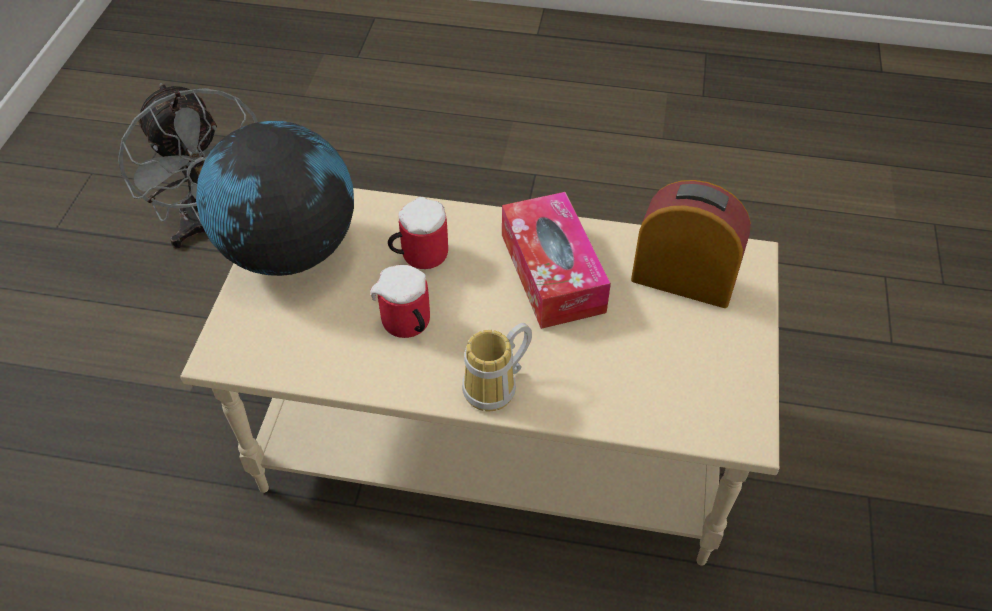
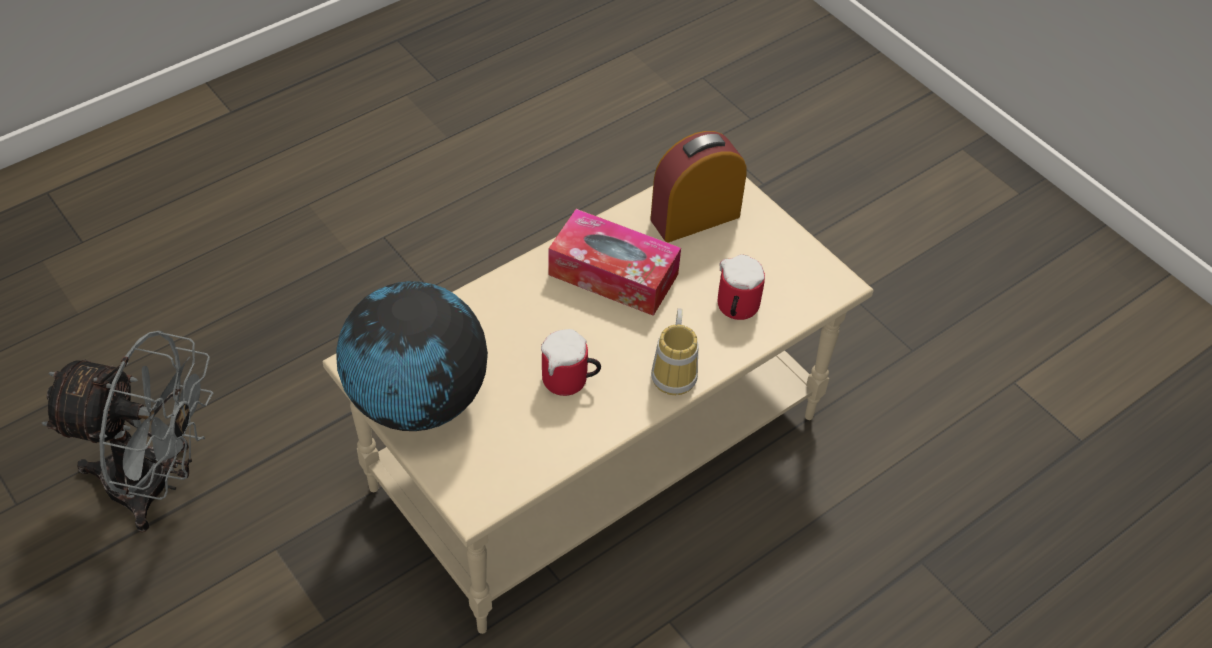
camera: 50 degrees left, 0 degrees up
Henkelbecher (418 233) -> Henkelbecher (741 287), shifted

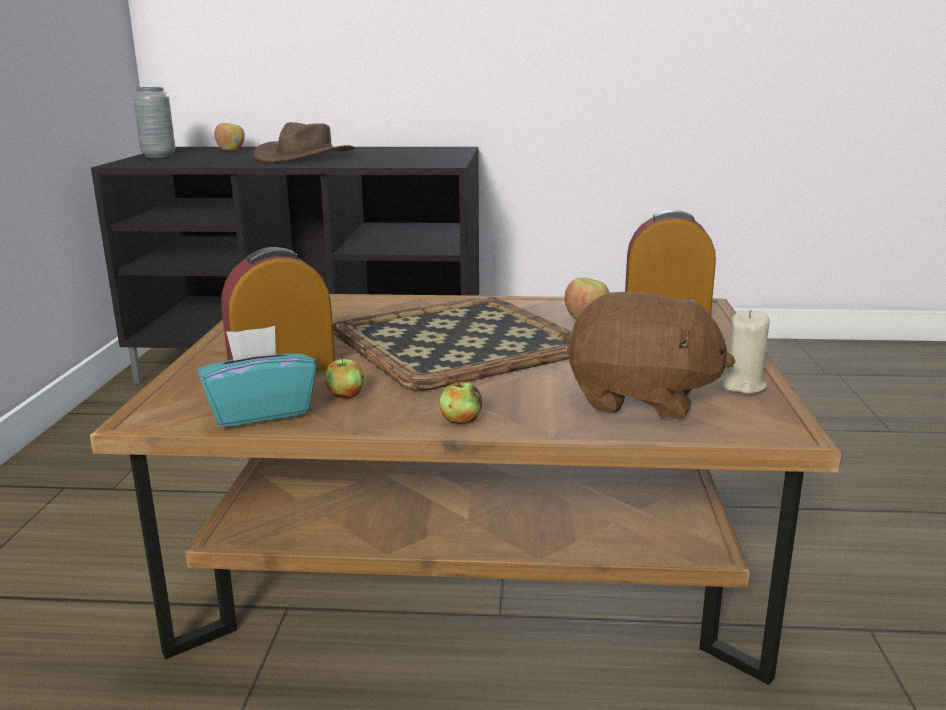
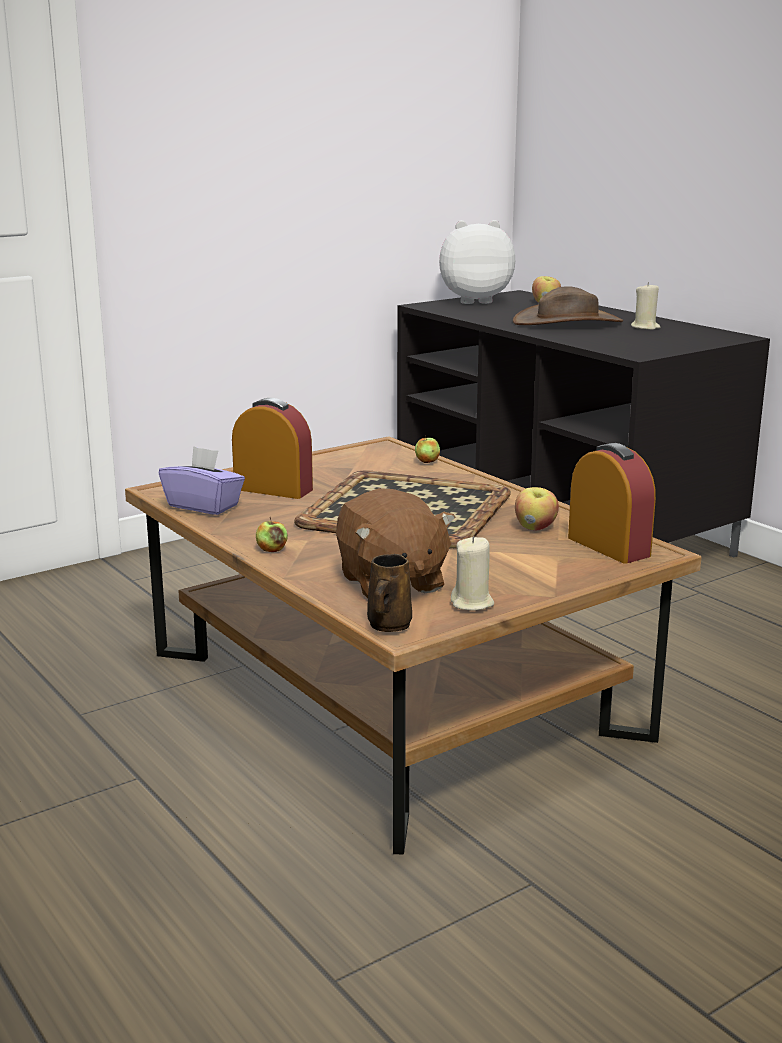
camera: 50 degrees right, 0 degrees up
none -> Henkelbecher (braun) (389 593)
none -> Kerze (beige) (645 306)
Apfel (344 378) -> Apfel (427 449), shifted
Vase (grau) (154 122) -> Plüschtier (477 262)
Taschentuchbox (türkis) (257 376) -> Taschentuchbox (lila) (202 480)

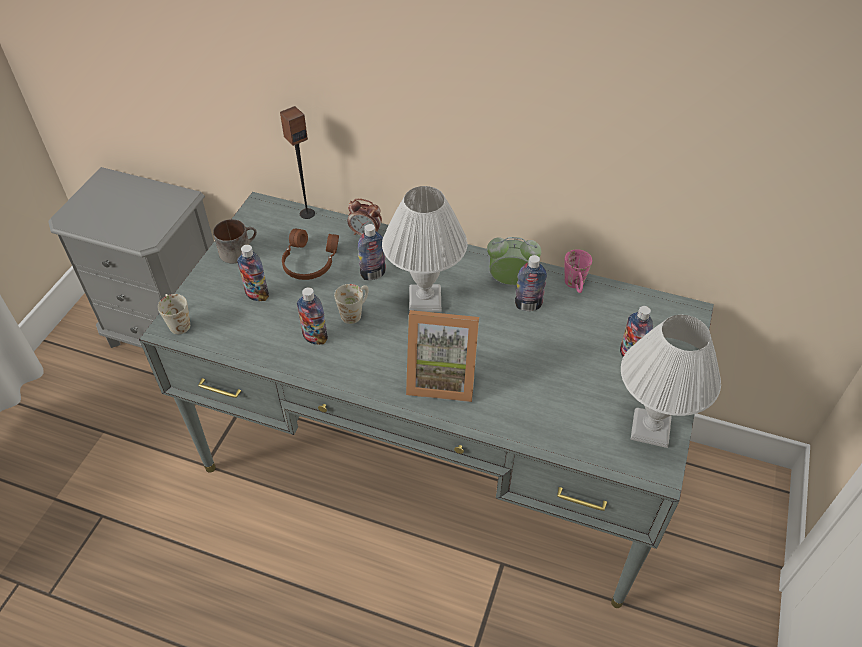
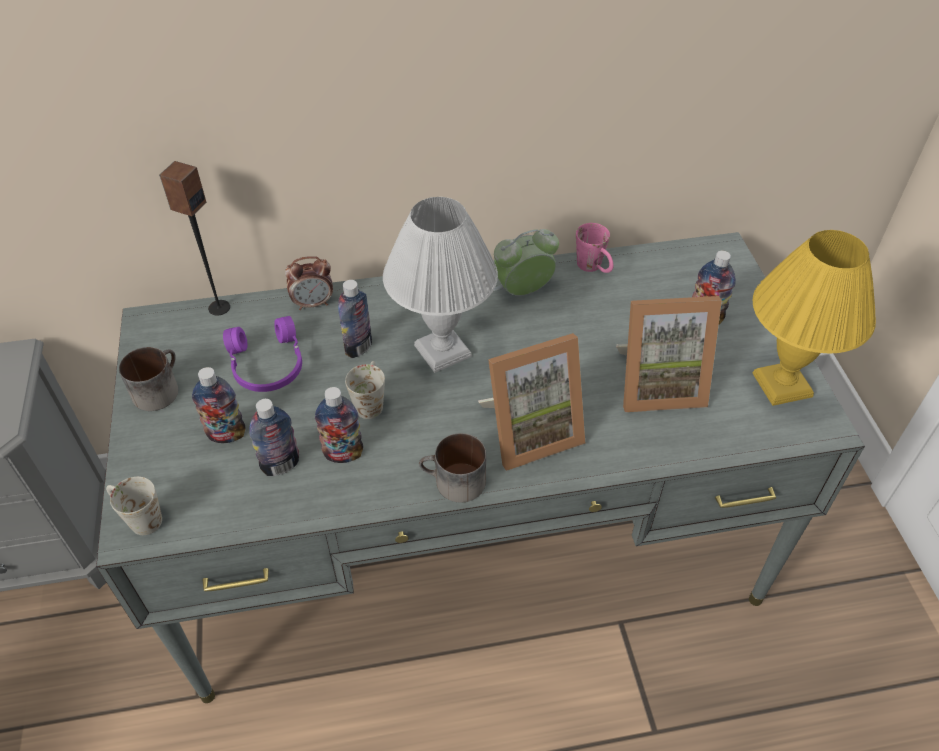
camera: 30 degrees left, 0 degrees up
none -> Henkelbecher (452 468)
none -> Bilderrahmen (669 354)
Flasche (531 283) -> Flasche (274 437), shifted
Kopfhörer (braun) (310 254) -> Kopfhörer (lila) (262 354)
Tischlampe (weiß) (671 381) -> Tischlampe (gelb) (814 318)

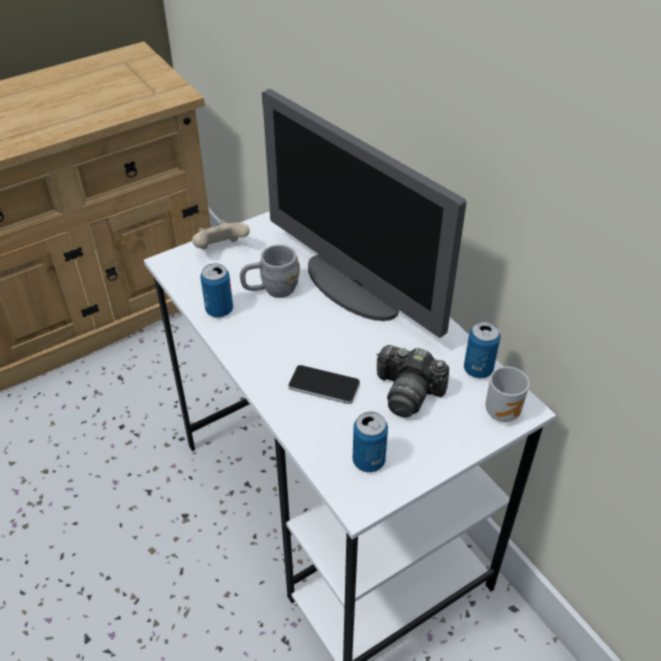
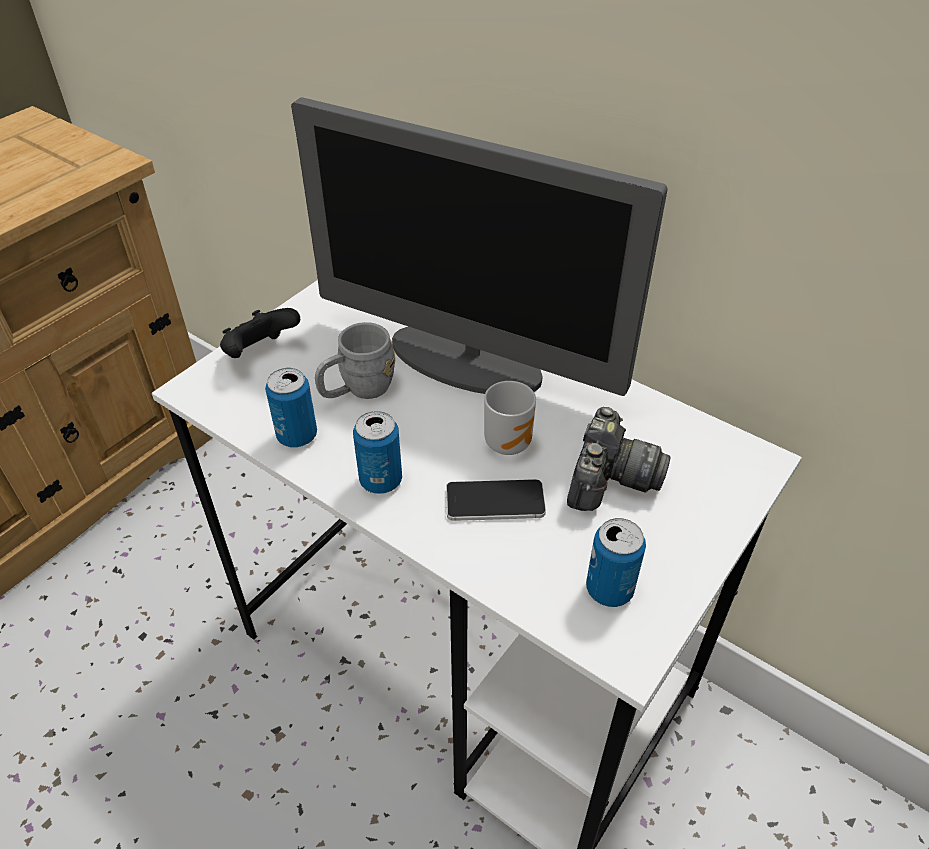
camera: 20 degrees left, 0 degrees up
Dose (482 350) -> Dose (377 452), shifted
Henkelbecher (507 394) -> Henkelbecher (510 418), shifted
Gamepad (beige) (221 234) -> Gamepad (schwarz) (260 333)
Kamera (412 381) -> Kamera (618 459), 75 degrees counterclockwise

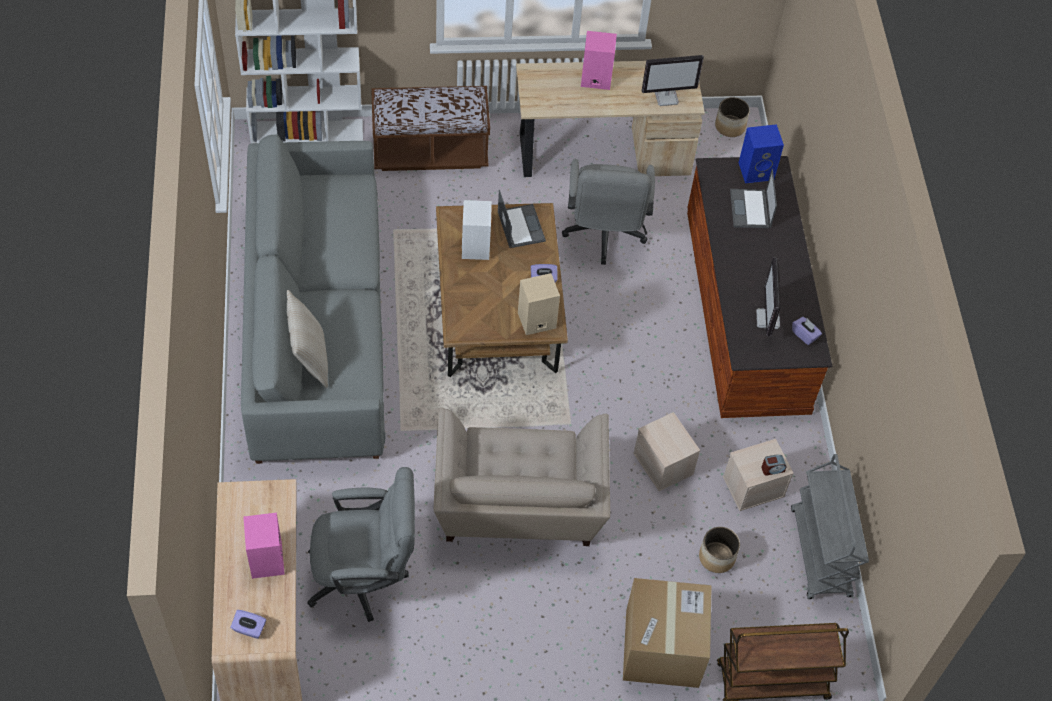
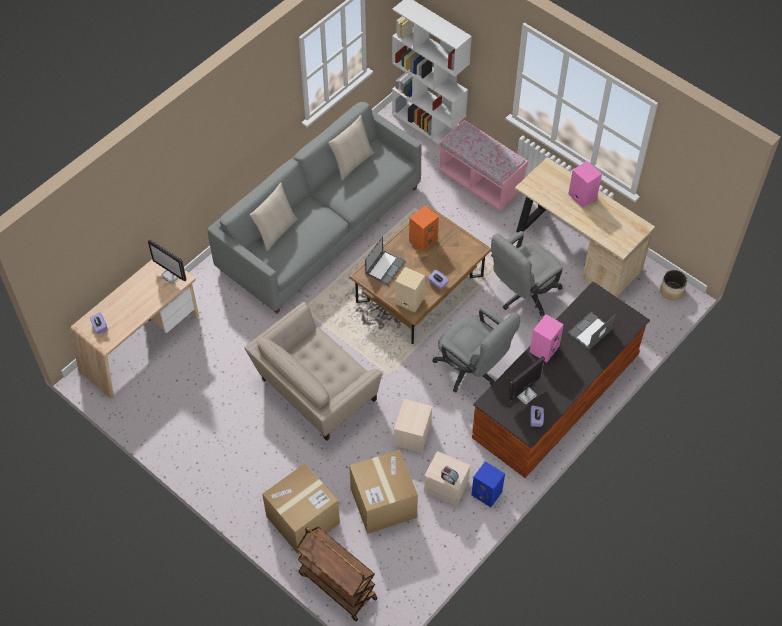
camera: 50 degrees right, 0 degrees up
Rollwagen (grau) (830 526) -> none
none -> Kissen (beige) (351 147)
Lautsprecher (rosa) (264 546) -> Lautsprecher (rosa) (547 338), shifted
Bürostuhl (grau) (361 544) -> Bürostuhl (grau) (476 349), shifted
Laptop (522 219) -> Laptop (385 260), shifted
Monitor (673 80) -> Monitor (167 261), shifted
Lautsprecher (blau) (761 153) -> Lautsprecher (blau) (488 484), shifted
Pflanzkübel (719 550) -> Karton (383 491)
Bank (braun) (430 128) -> Bank (rosa) (483 165)
Lautsprecher (weiß) (477 230) -> Lautsprecher (orange) (424 229)

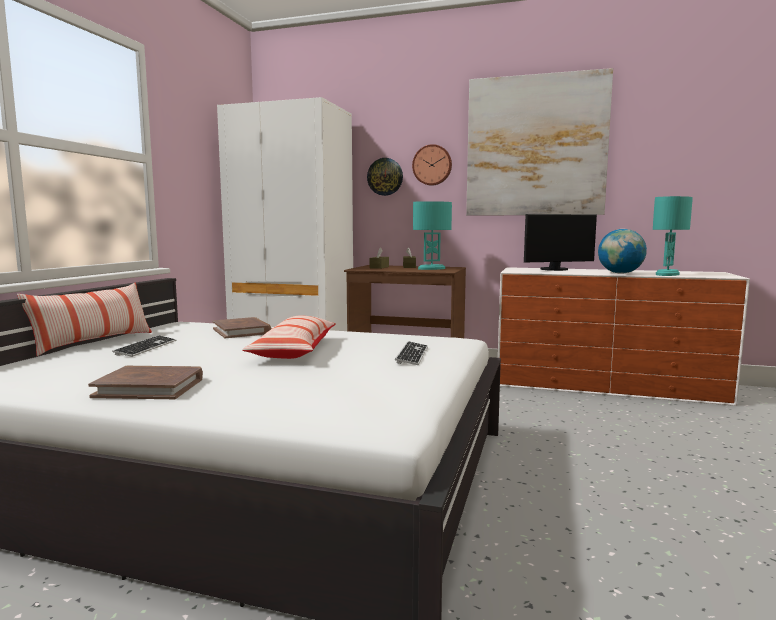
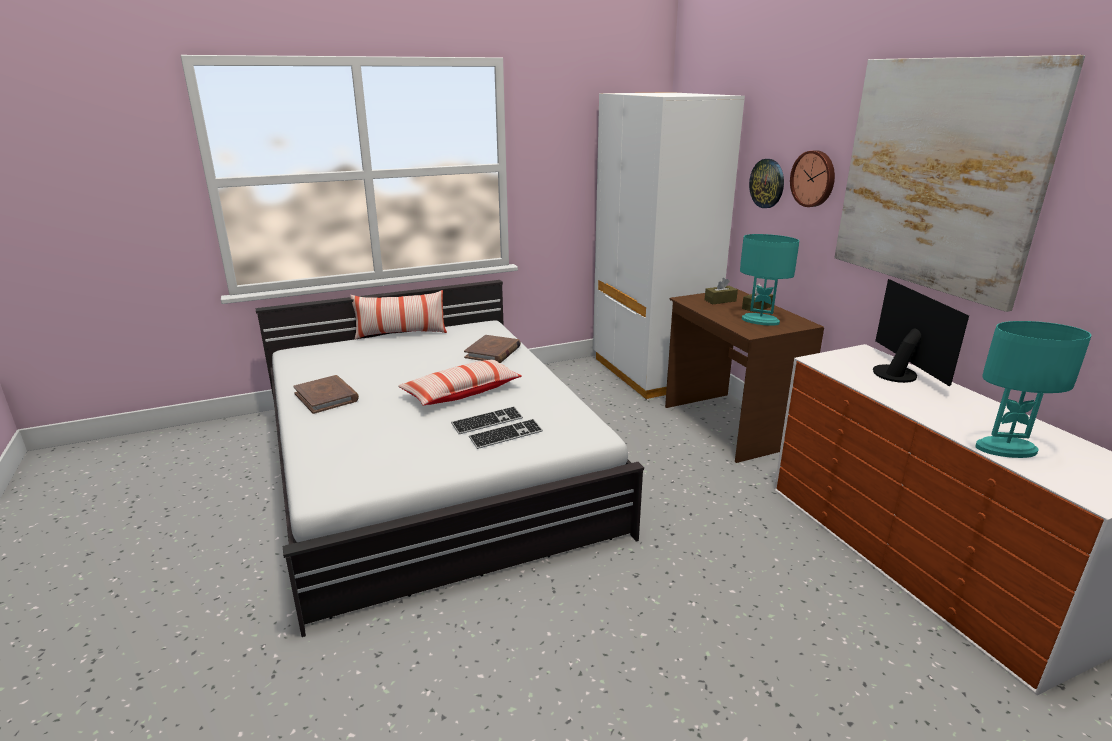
camera: 50 degrees right, 15 degrees up
Globus (622 251) -> none
Tastatur (144 346) -> Tastatur (487 420), shifted
Monitor (560 242) -> Monitor (921 332), 135 degrees counterclockwise

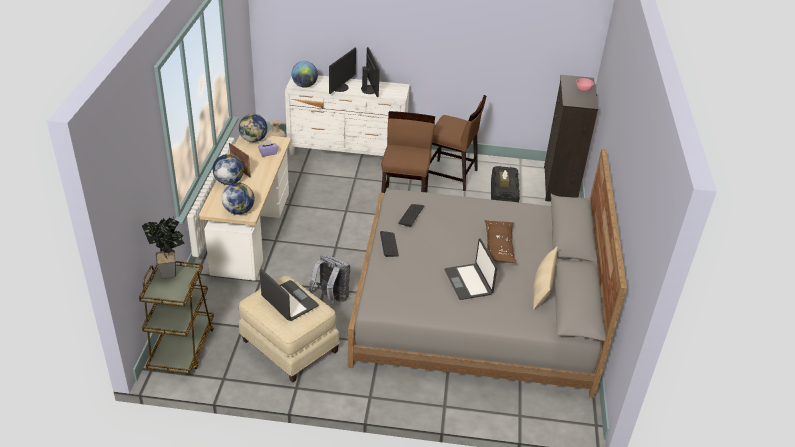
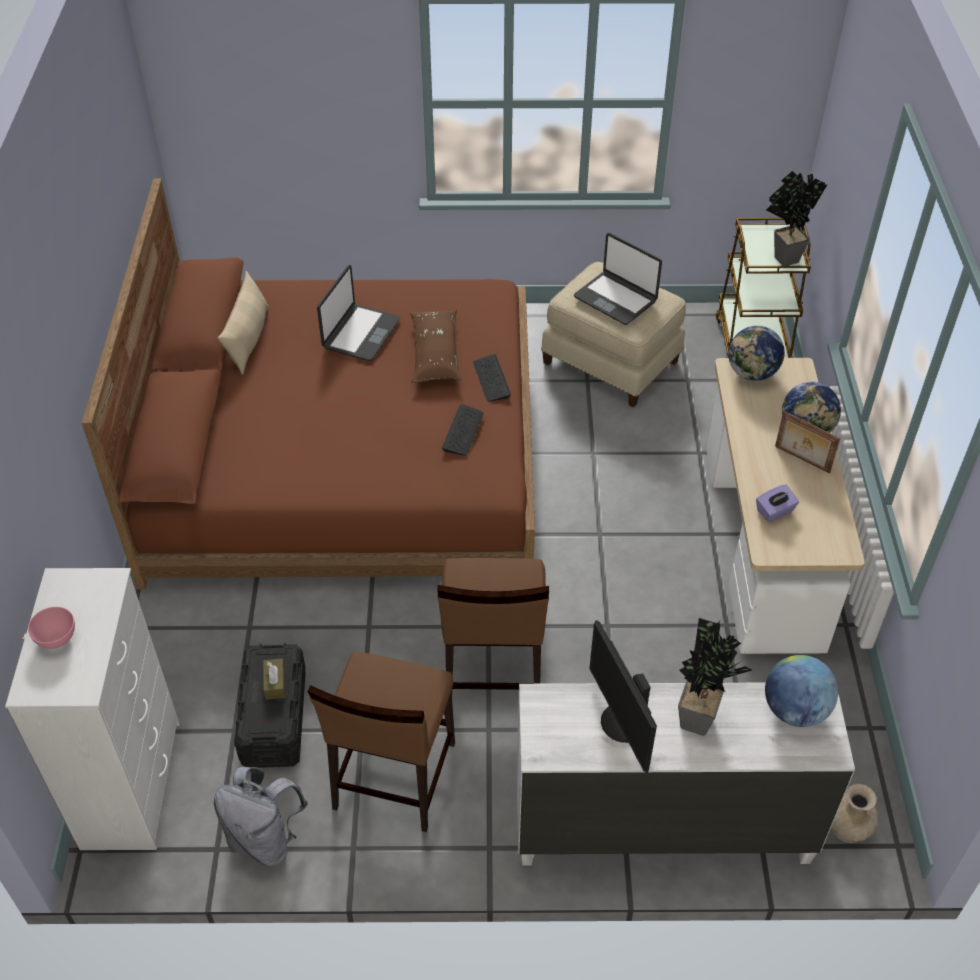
camera: 175 degrees right, 10 degrees up
Globus (253 128) -> none
Rucksack (grau) (329 280) -> Rucksack (grau) (261 816), shifted
Kissen (braun) (501 241) -> Kissen (braun) (436 346), shifted
Monitor (342 71) -> Topfpflanze (715 677)
Bett (grau) (487 273) -> Bett (braun) (308 384)
Kommode (schwarz) (571 138) -> Kommode (weiß) (92 709)
Stuhl (braun) (457 143) -> Stuhl (braun) (381 741), 90 degrees counterclockwise
Laptop (470 269) -> Laptop (358 313), 45 degrees clockwise

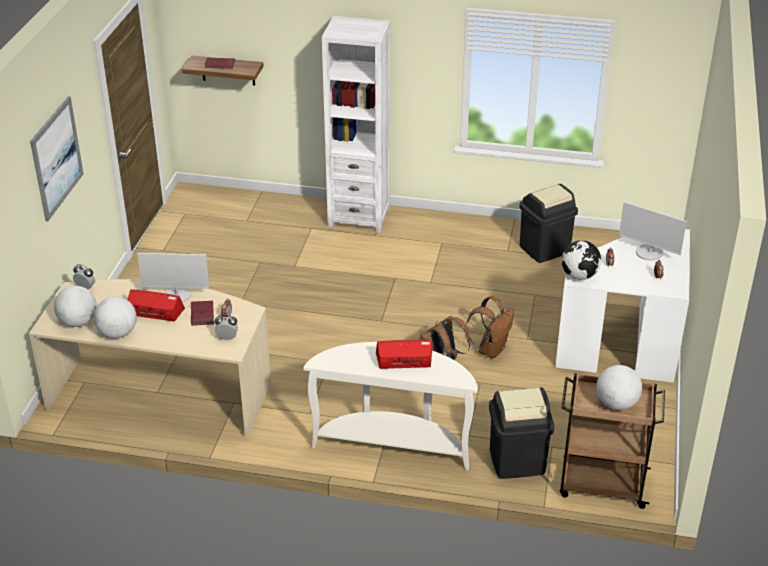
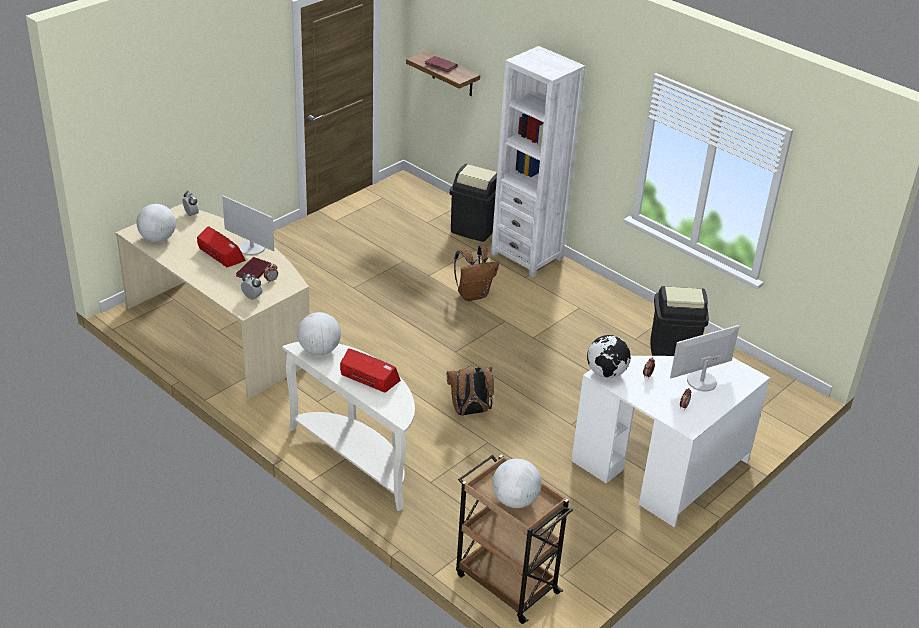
camera: 30 degrees right, 0 degrees up
Bild (57 159) -> none
Globus (115 317) -> Globus (319 333), shifted
Rucksack (braun) (490 327) -> Rucksack (braun) (476 273), shifted
Mülleimer (schwarz) (521 433) -> Mülleimer (schwarz) (473 203), shifted
Monitor (653 231) -> Monitor (705 358), 90 degrees clockwise

